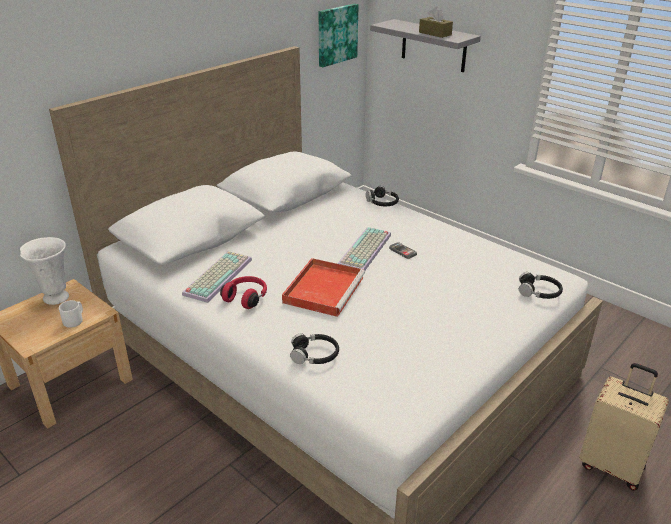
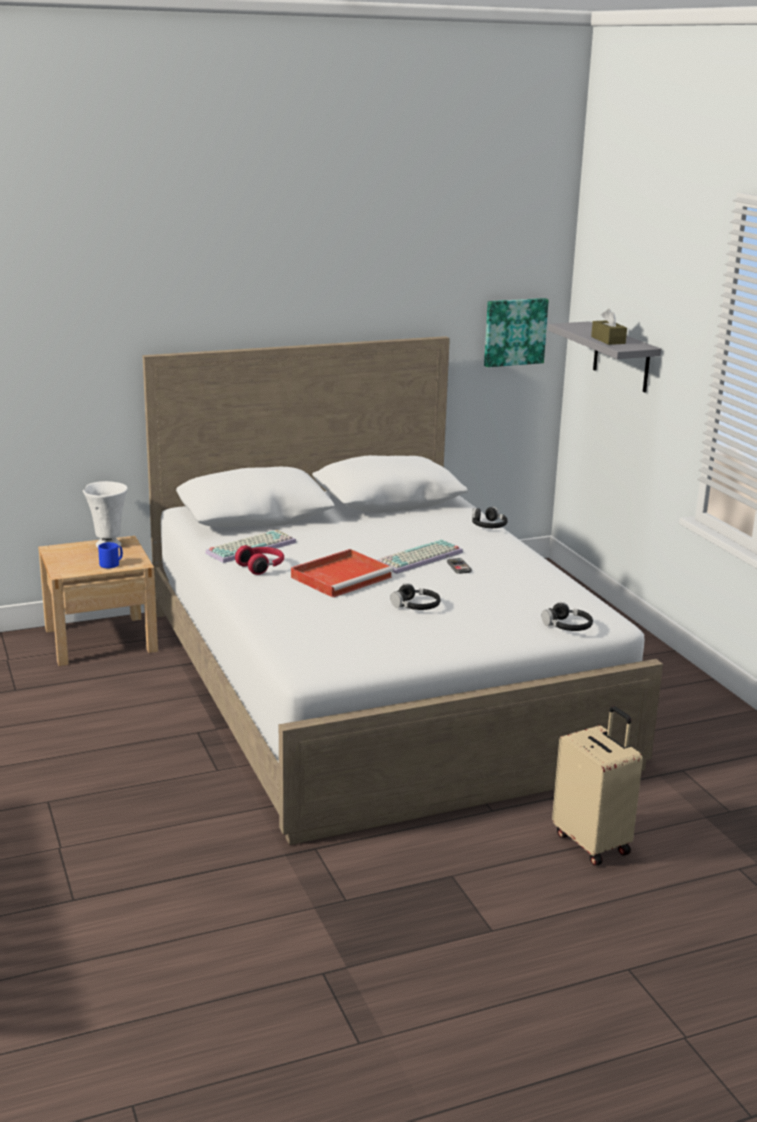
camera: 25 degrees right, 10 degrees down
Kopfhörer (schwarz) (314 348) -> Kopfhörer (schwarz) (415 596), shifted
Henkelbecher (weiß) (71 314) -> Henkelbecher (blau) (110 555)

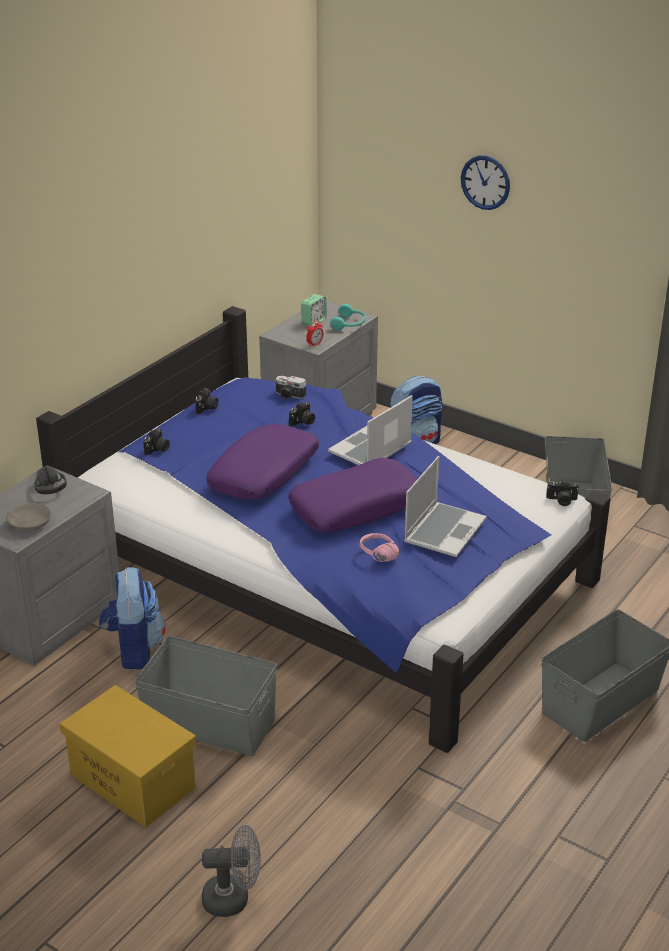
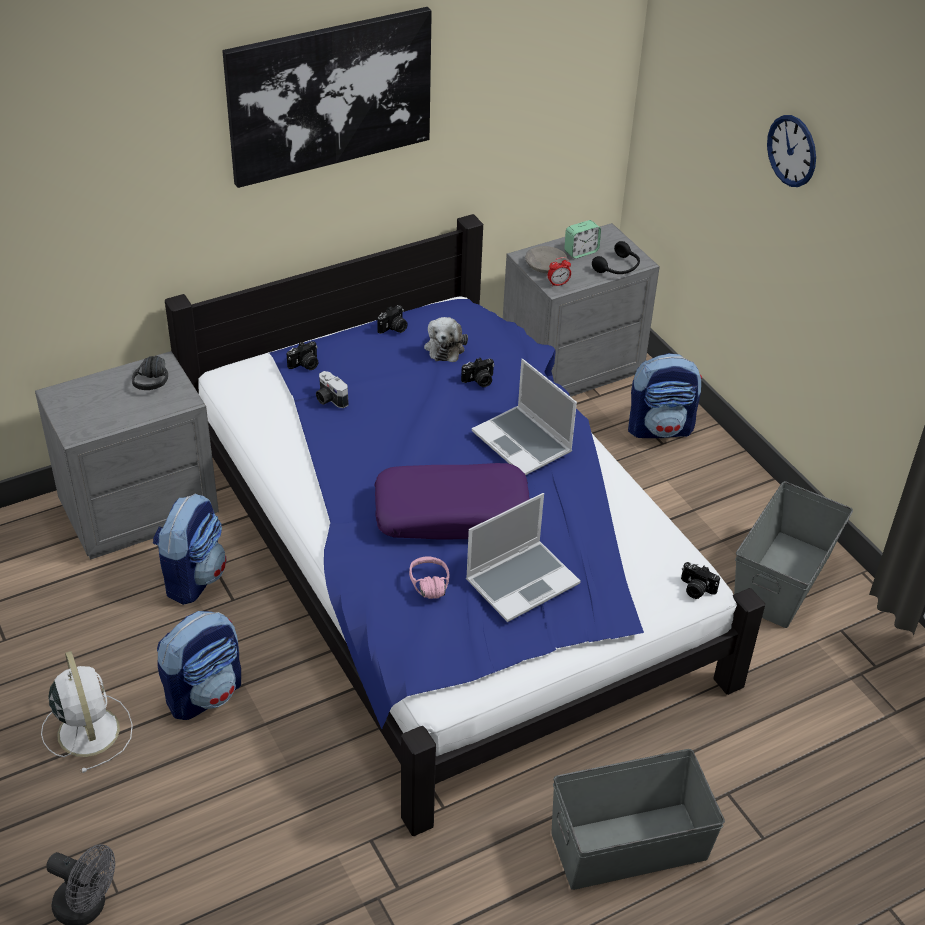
camera: 25 degrees right, 10 degrees up
Kissen (lila) (262 462) -> none
none -> Bild (327 97)
none -> Plüschtier (446 339)
Schüssel (grau) (28 517) -> Schüssel (grau) (546 259), shifted
Kamera (291 388) -> Kamera (332 389), shifted
Aufbewahrungsbox (gelb) (128 756) -> Ventilator (weiß) (87 712)
Aufbewahrungsbox (grau) (206 696) -> Rucksack (199 665)
Kopfhörer (türkis) (348 317) -> Kopfhörer (schwarz) (616 257)
Laptop (370 430) -> Laptop (524 417), 105 degrees counterclockwise

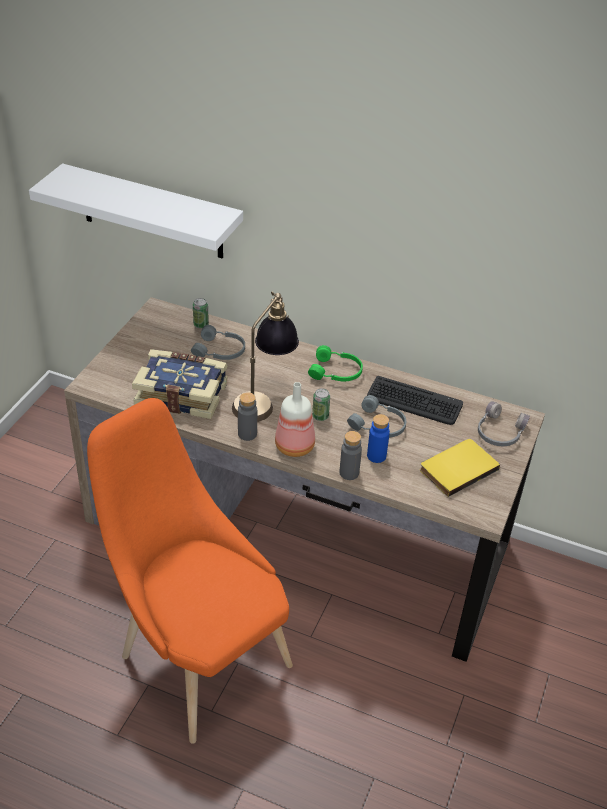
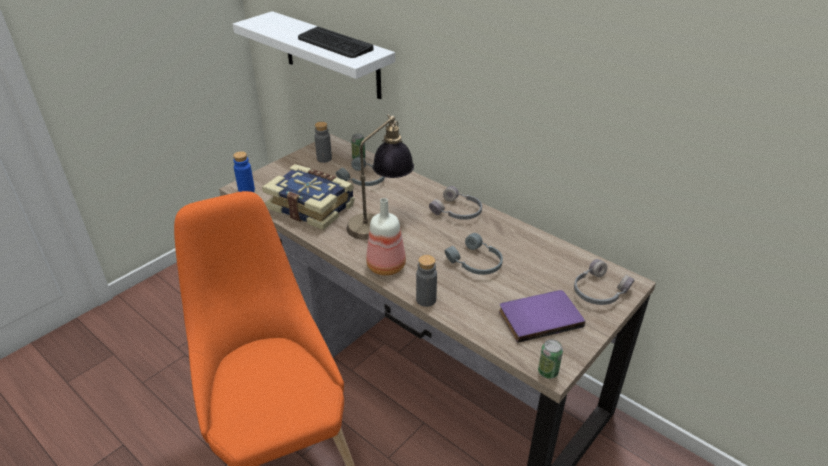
camera: 20 degrees right, 5 degrees down
Flasche (grau) (247 416) -> Flasche (grau) (323 142), shifted
Dose (321 404) -> Dose (550 359), shifted
Tastatur (415 400) -> Tastatur (336 42), shifted
Flasche (blau) (378 438) -> Flasche (blau) (244 171), shifted
Kopfhörer (grün) (335 363) -> Kopfhörer (grau) (455 203)
Buch (gelb) (460 468) -> Buch (lila) (542 316)

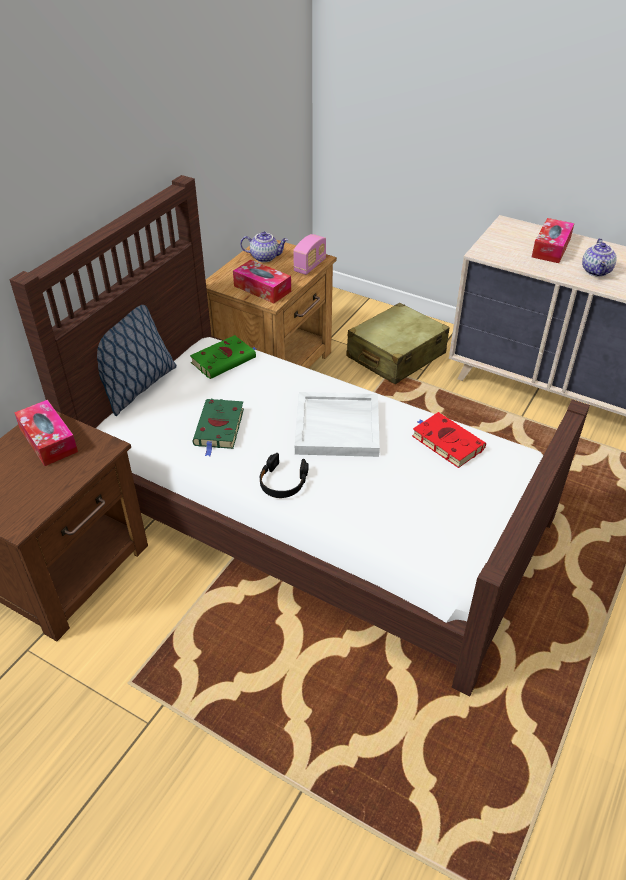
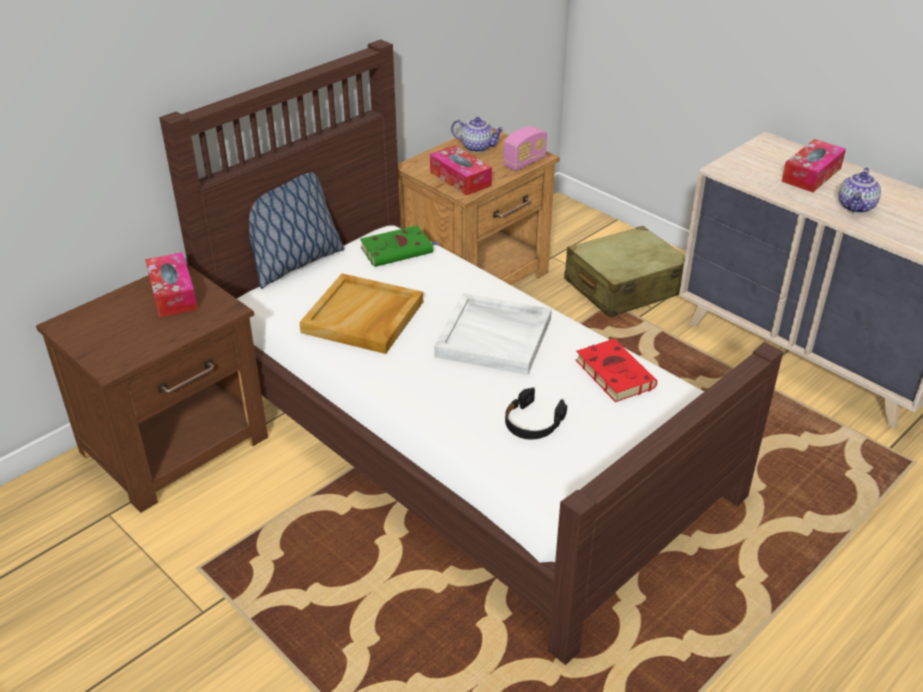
camera: 15 degrees right, 5 degrees down
Kopfhörer (schwarz) (284 475) -> Kopfhörer (schwarz) (536 413), shifted
Buch (grün) (218 427) -> Tablett (beige) (361 314)

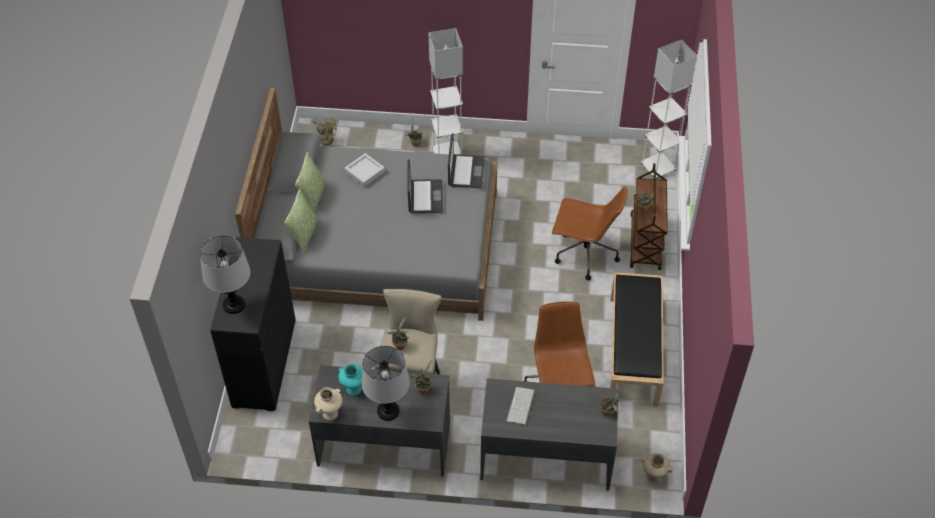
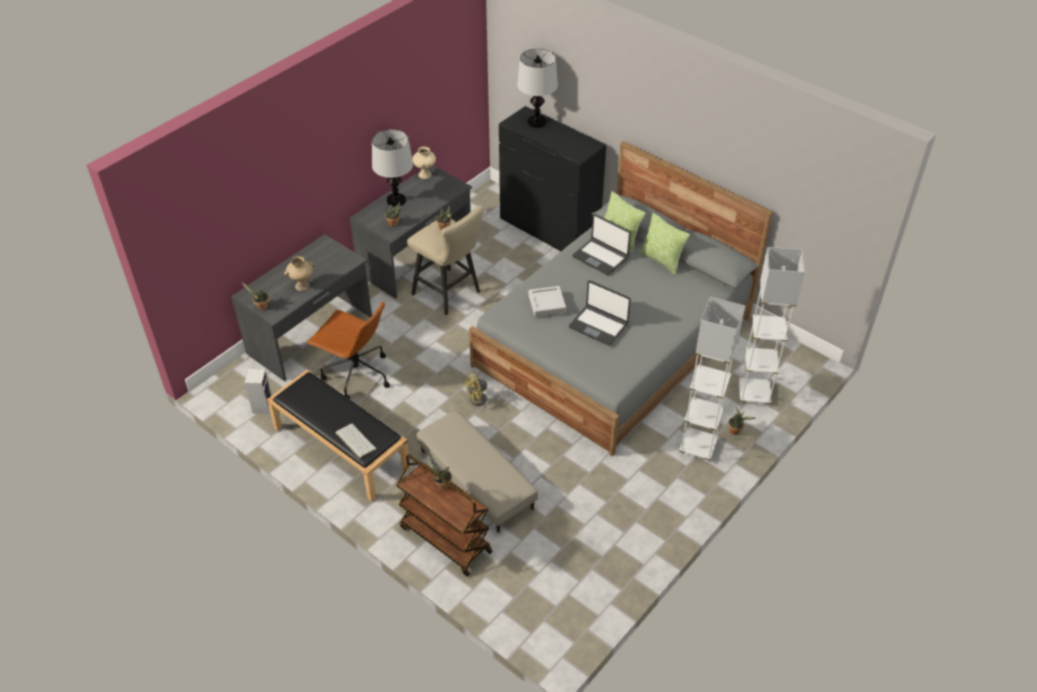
camera: 125 degrees right, 5 degrees down
Vase (türkis) (350 379) -> none
none -> Lautsprecher (258 391)
Ventilator (gelb) (324 131) -> Ventilator (gelb) (487 389), shifted
Tablett (grau) (364 170) -> Tablett (grau) (547 301), shifted
Laptop (466 160) -> Laptop (601 244), shifted
Tastatur (521 406) -> Tastatur (356 441), shifted
Stehlampe (weiß) (668 109) -> Stehlampe (weiß) (772 326), shifted
Vase (beige) (657 468) -> Vase (beige) (299 273), shifted
Bürostuhl (braun) (590 233) -> Polsterhocker (beige) (477 471)

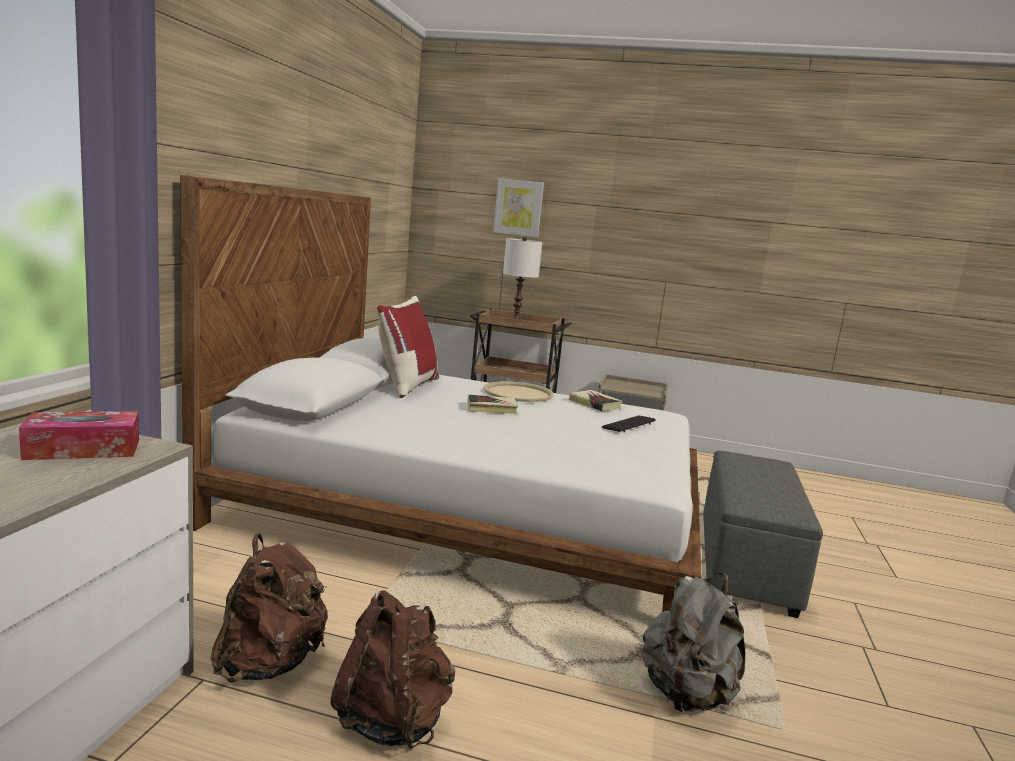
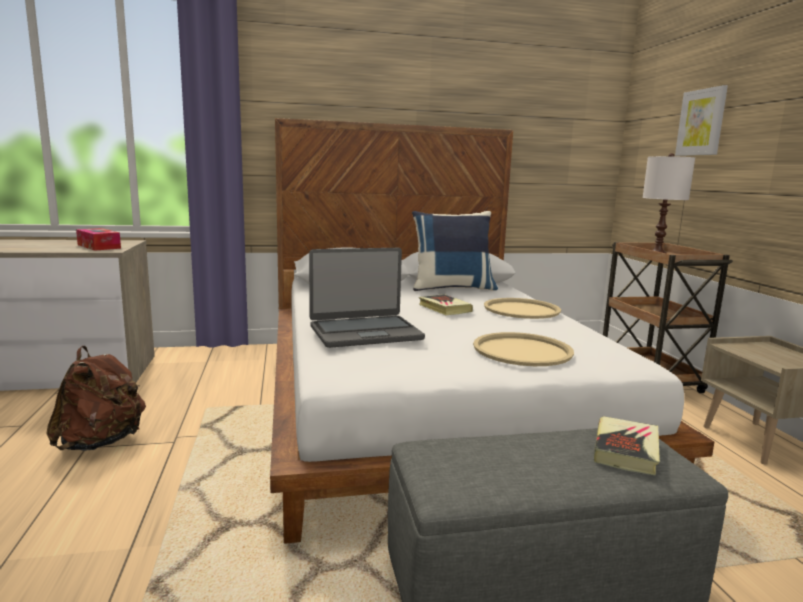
camera: 65 degrees right, 0 degrees up
Rucksack (braun) (269 608) -> none
Rucksack (grau) (693 642) -> none
none -> Laptop (367 298)
Buch (596 400) -> Buch (627 445), shifted
Tastatur (629 423) -> Tablett (beige) (523 349)
Kissen (rot) (407 347) -> Kissen (blau) (455 251)

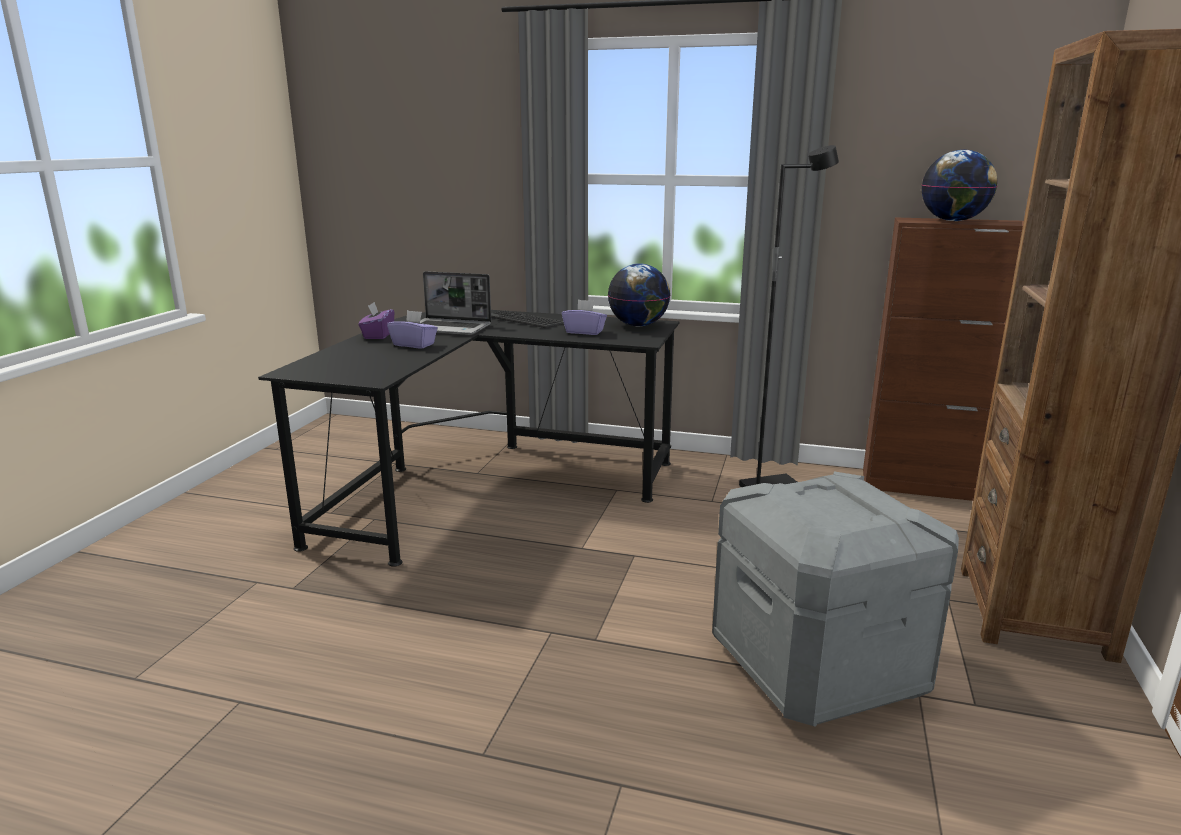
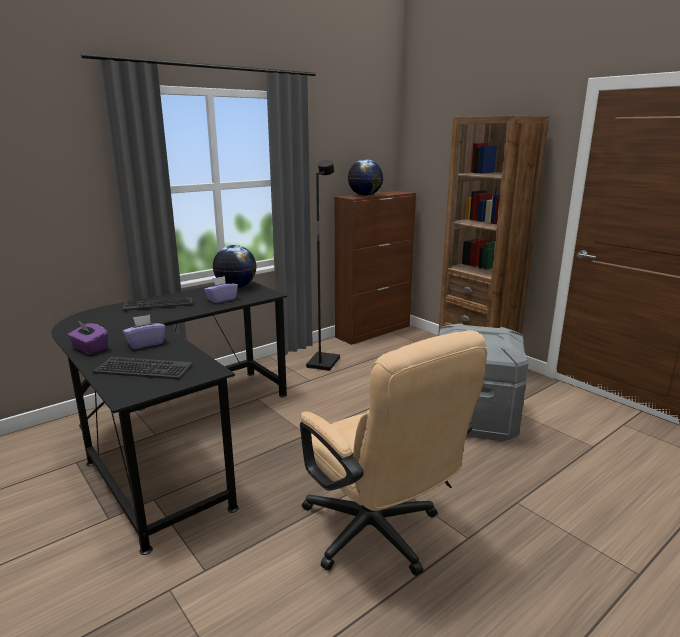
camera: 55 degrees left, 0 degrees up
Laptop (456 303) -> none
none -> Tastatur (143 368)
none -> Bürostuhl (beige) (393 453)

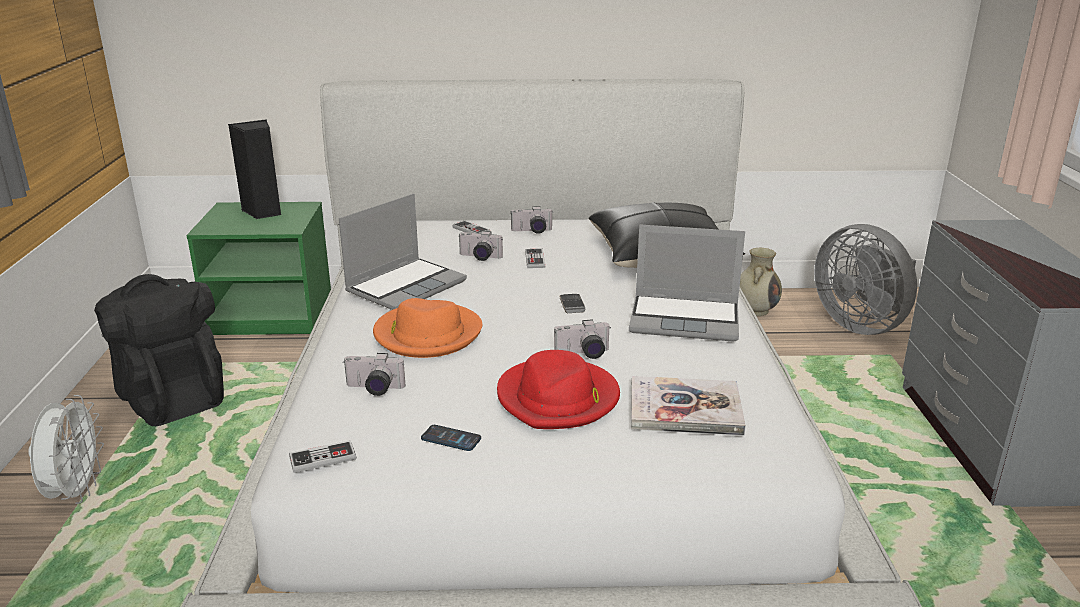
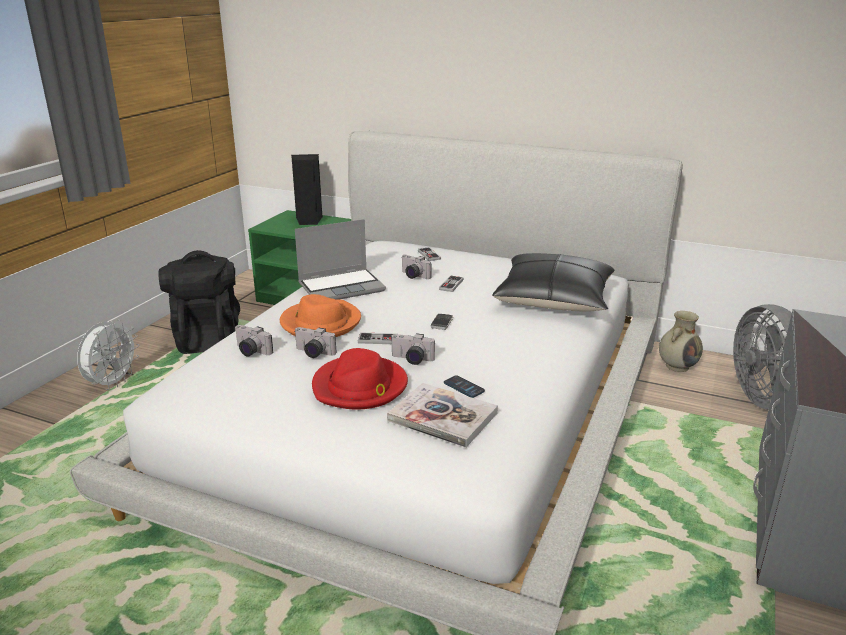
camera: 25 degrees right, 0 degrees up
Laptop (687 283) -> none
Gamepad (322 456) -> Gamepad (377 338), shifted
Handy (451 438) -> Handy (464 386), shifted
Kamera (531 220) -> Kamera (315 342), shifted

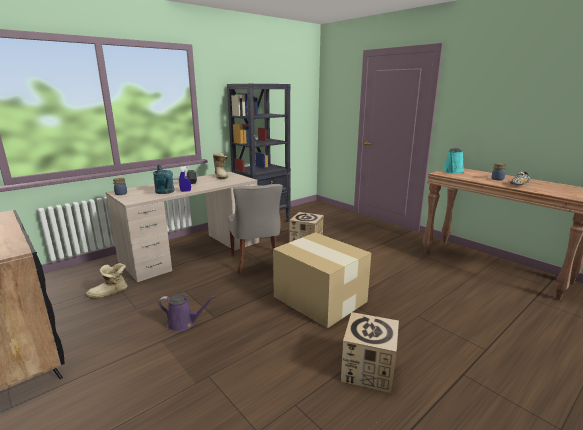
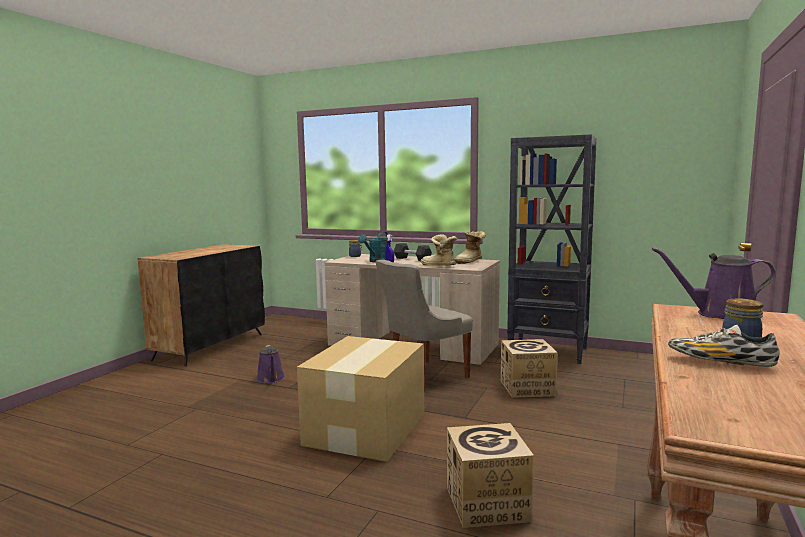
camera: 65 degrees right, 10 degrees down
Stiefel (107 281) -> Stiefel (439 250), shifted
Karton (370 352) -> Karton (490 475), shifted
Gießkanne (türkis) (453 161) -> Gießkanne (lila) (714 283)

